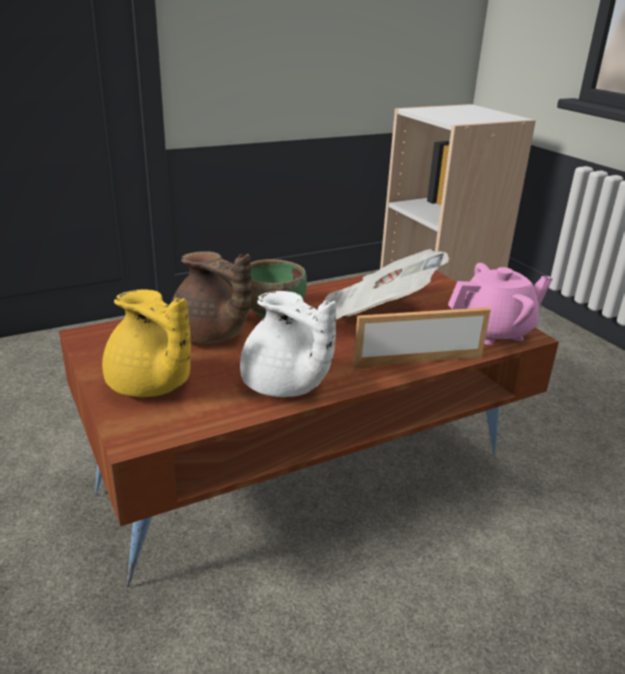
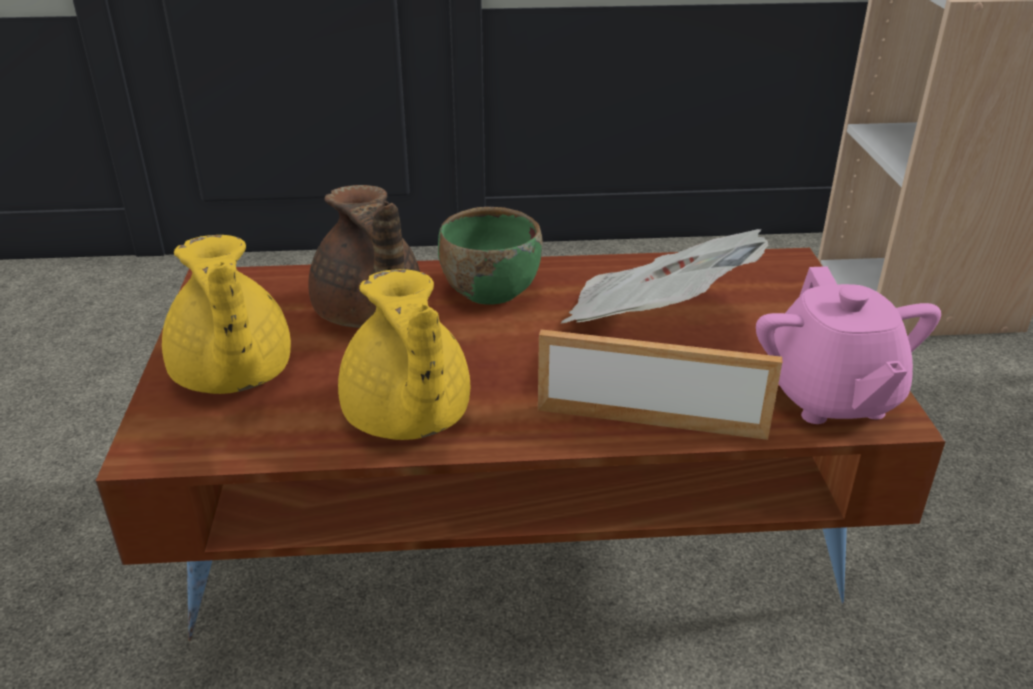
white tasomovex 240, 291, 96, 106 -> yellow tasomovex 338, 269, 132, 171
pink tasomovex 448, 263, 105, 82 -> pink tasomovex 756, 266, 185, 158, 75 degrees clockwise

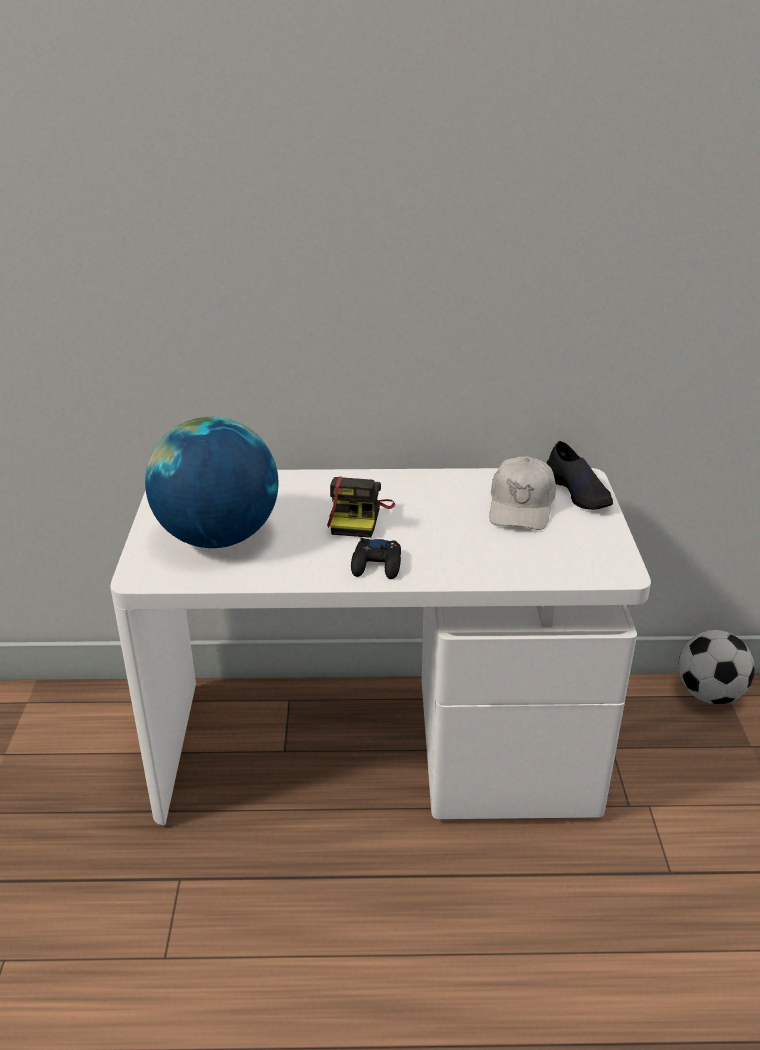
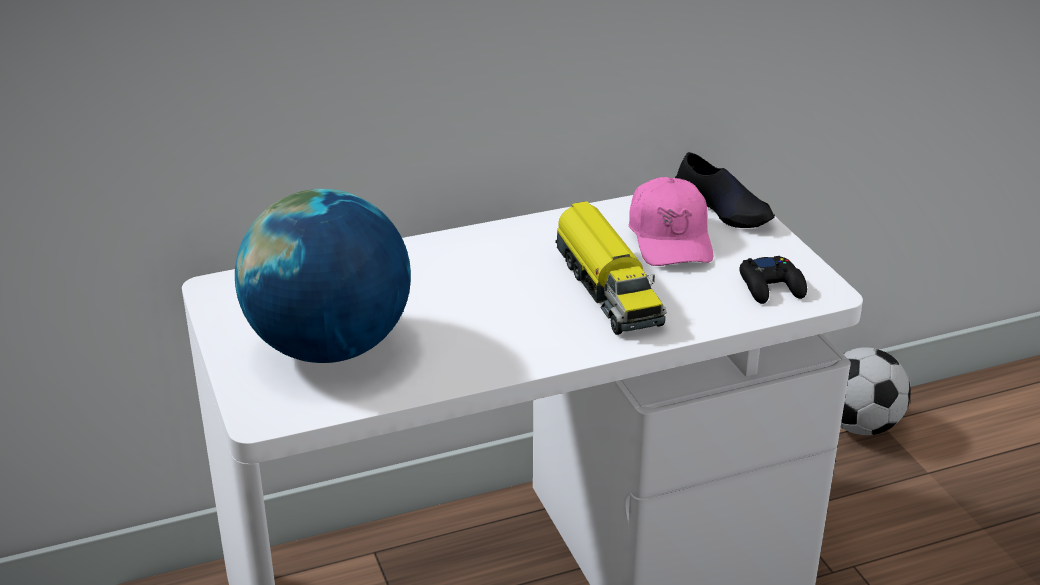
none -> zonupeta 556, 201, 111, 134
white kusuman 489, 456, 67, 74 -> pink kusuman 629, 177, 84, 89
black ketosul 351, 538, 50, 41 -> black ketosul 739, 256, 68, 48, moved
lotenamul 327, 476, 68, 62 -> none

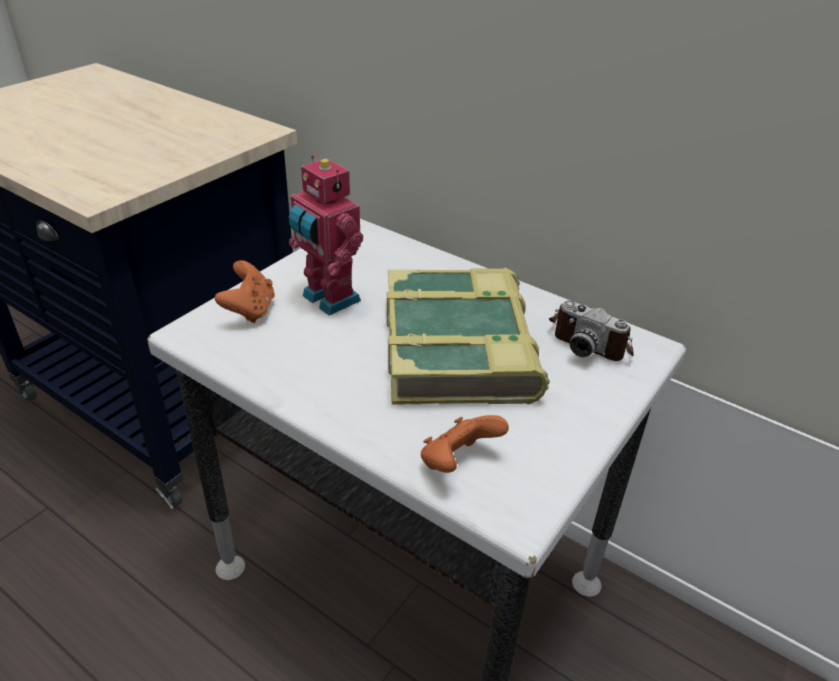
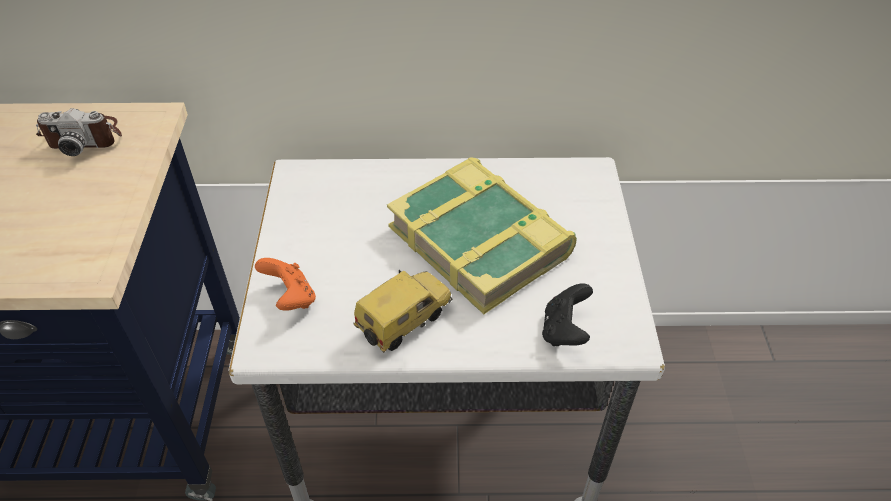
lotenamul 549, 300, 85, 61 -> lotenamul 36, 108, 86, 48, moved
none -> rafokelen 354, 270, 98, 83
orange ketosul 421, 415, 88, 58 -> black ketosul 542, 283, 51, 63
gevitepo 289, 155, 74, 161 -> none

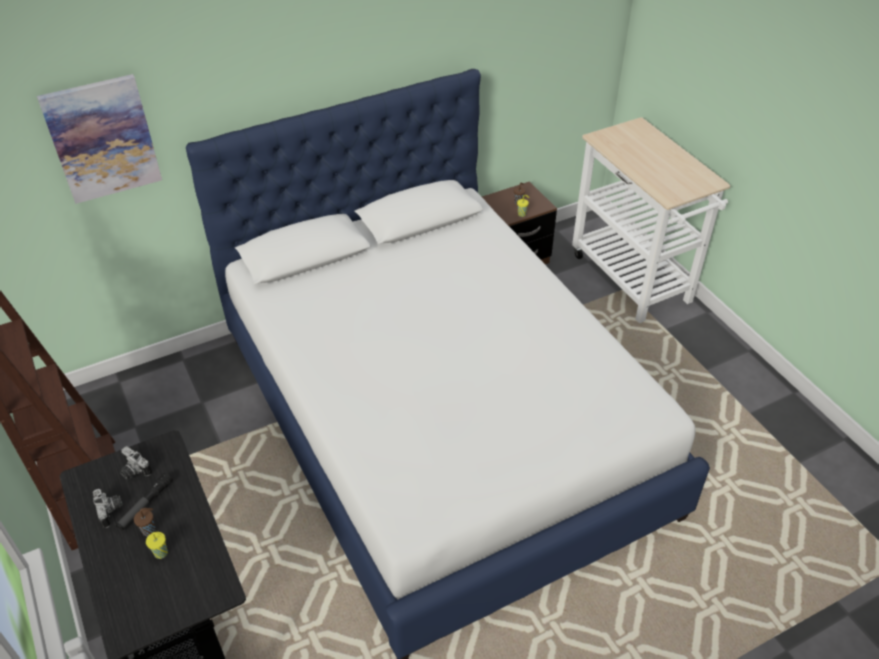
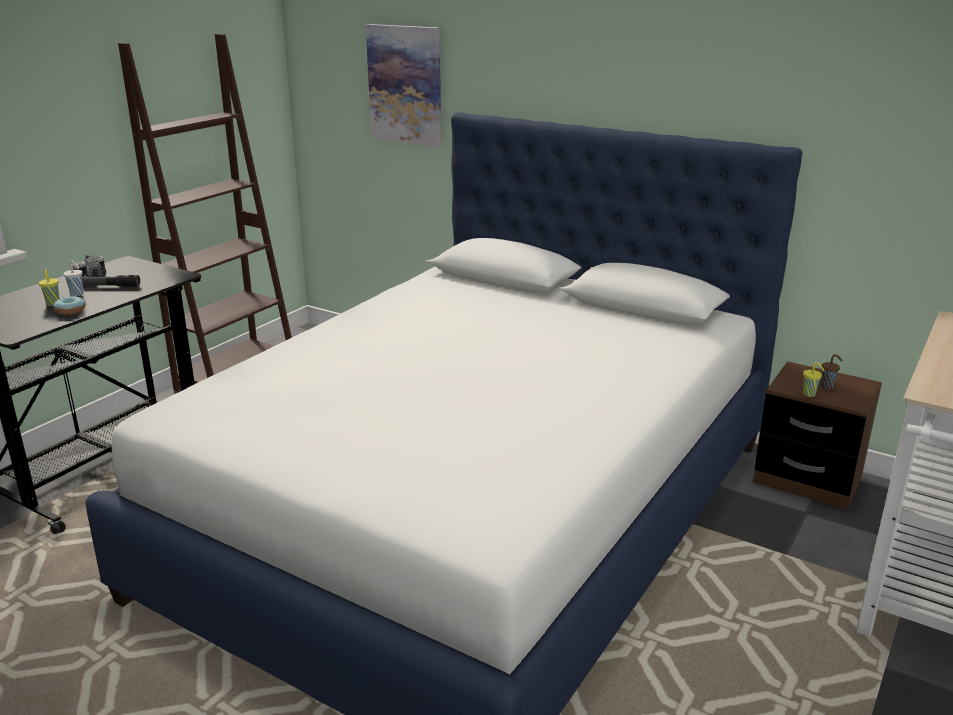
none -> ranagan 53, 296, 32, 19
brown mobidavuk 134, 508, 21, 29 -> white mobidavuk 63, 260, 21, 36
lotenamul 120, 446, 32, 34 -> none

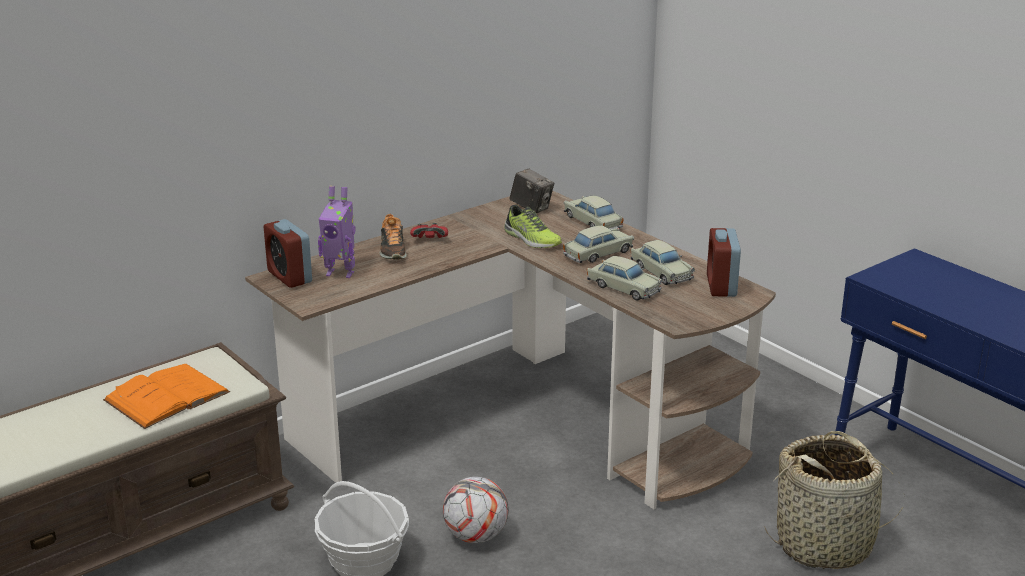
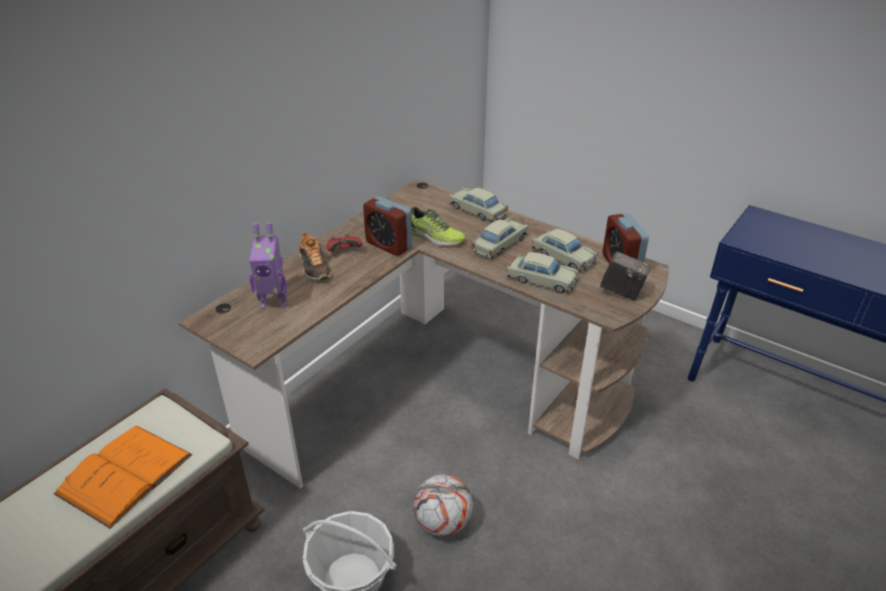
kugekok 264, 219, 48, 69 -> kugekok 363, 196, 49, 60, moved
lotenamul 509, 168, 45, 45 -> lotenamul 600, 251, 50, 50, moved
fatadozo 764, 431, 141, 138 -> none

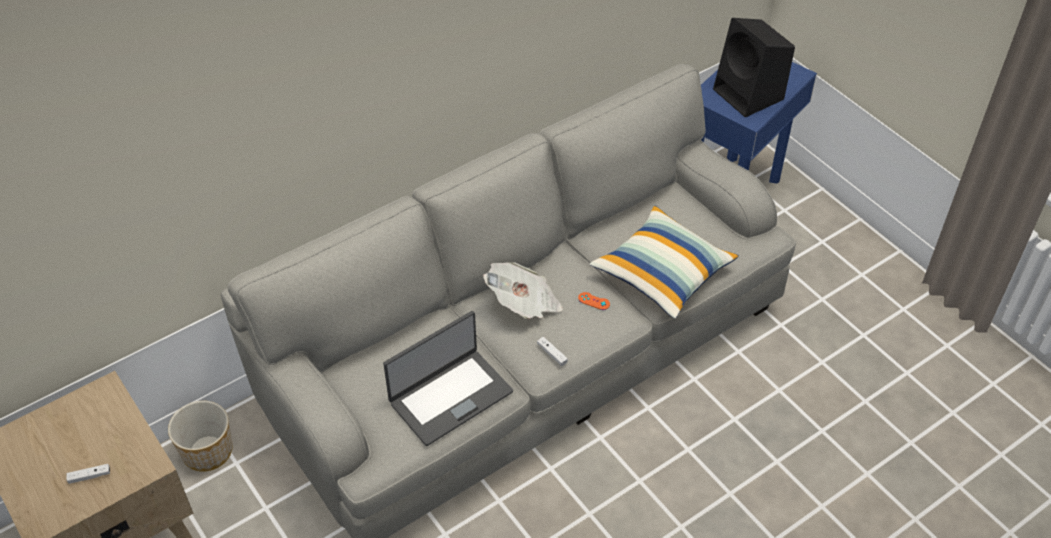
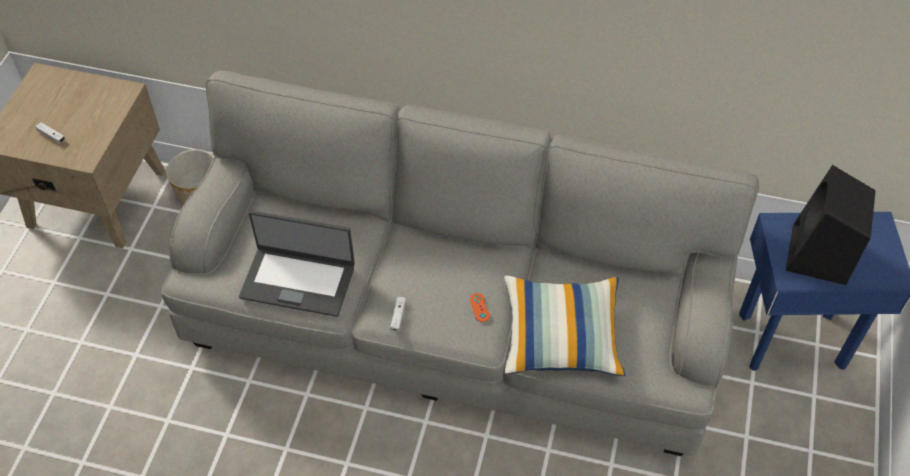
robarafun 483, 262, 80, 57 -> none

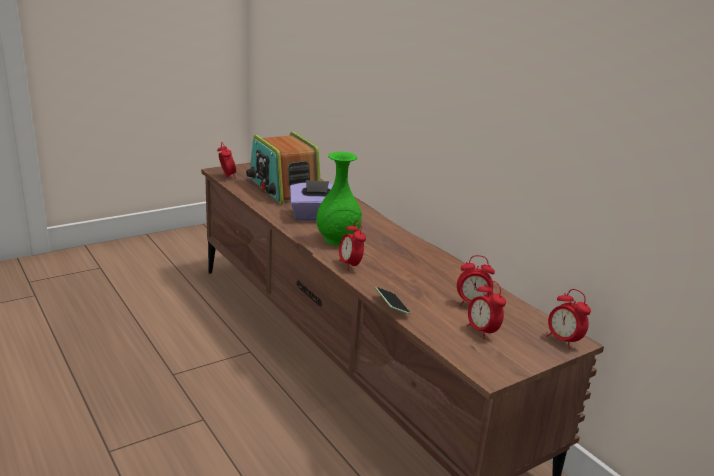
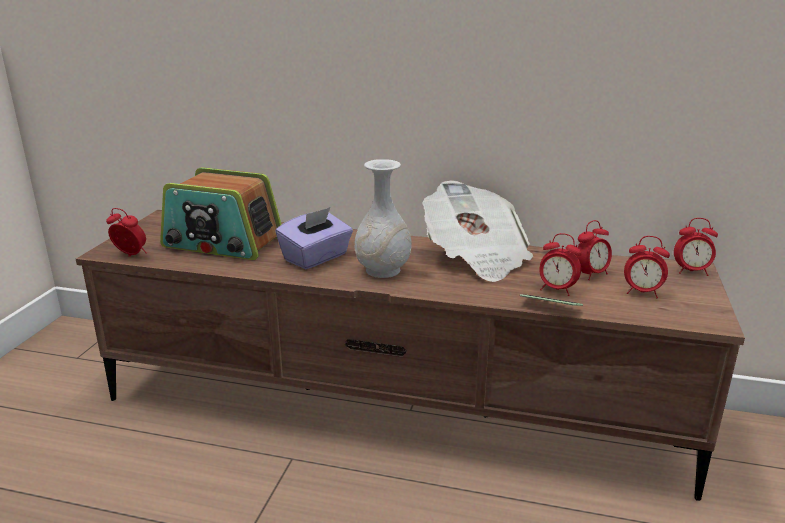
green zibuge 316, 152, 46, 94 -> white zibuge 355, 159, 57, 119
none -> robarafun 422, 181, 111, 101
kugekok 339, 220, 27, 51 -> kugekok 539, 233, 43, 63, moved

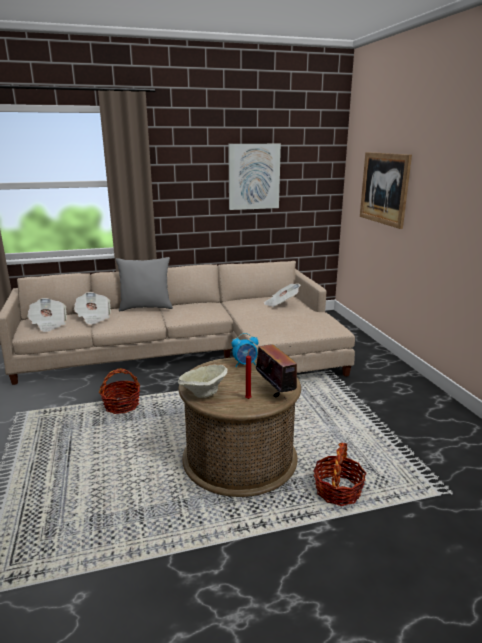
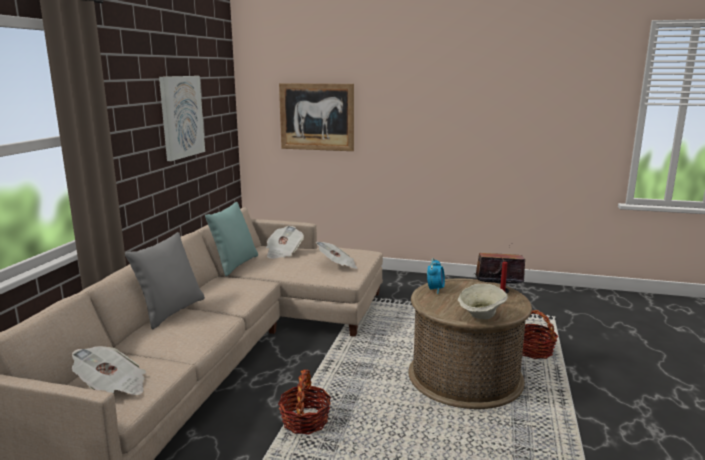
none -> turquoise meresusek 205, 202, 53, 74
robarafun 74, 292, 37, 33 -> robarafun 316, 242, 41, 27, moved

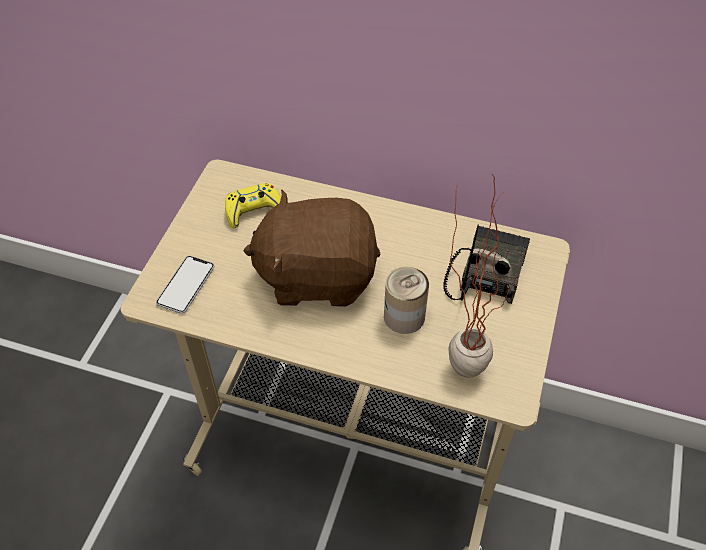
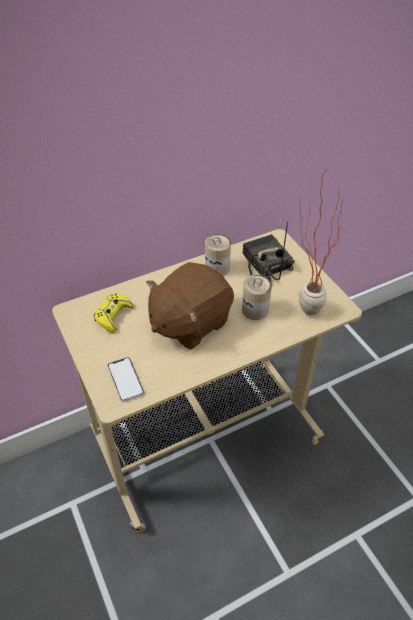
none -> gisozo 205, 234, 26, 42

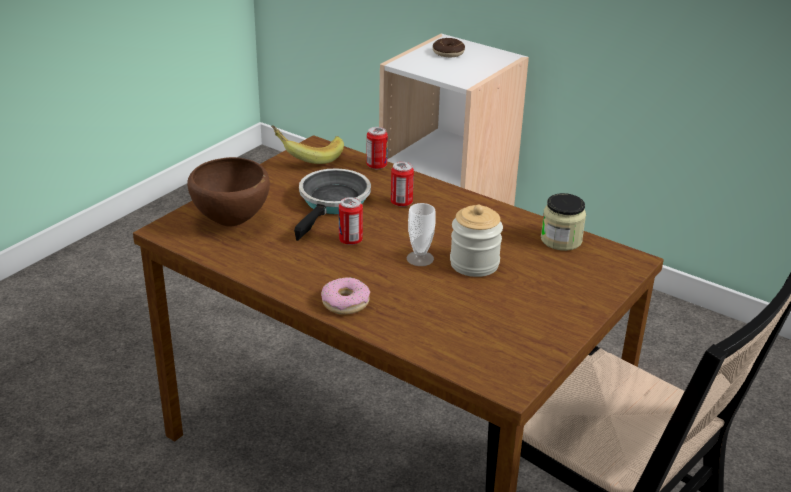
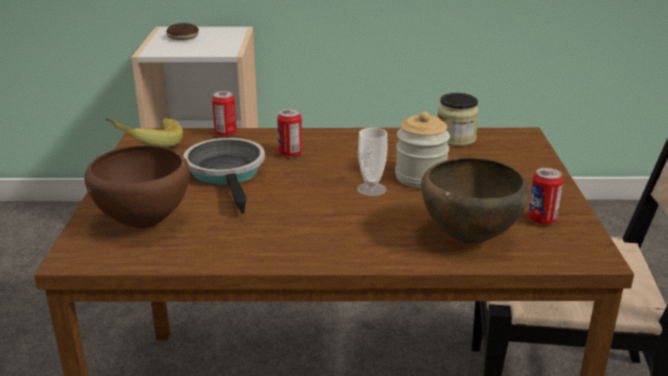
none -> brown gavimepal 421, 158, 108, 85
gisozo 339, 197, 24, 48 -> gisozo 528, 168, 35, 57, moved
ranagan 321, 277, 49, 38 -> none

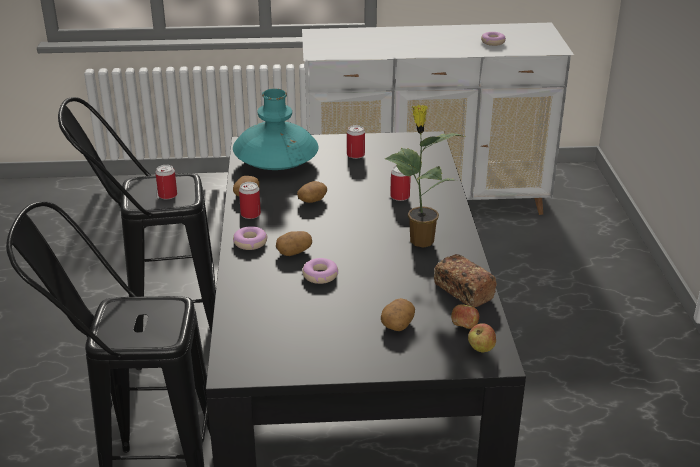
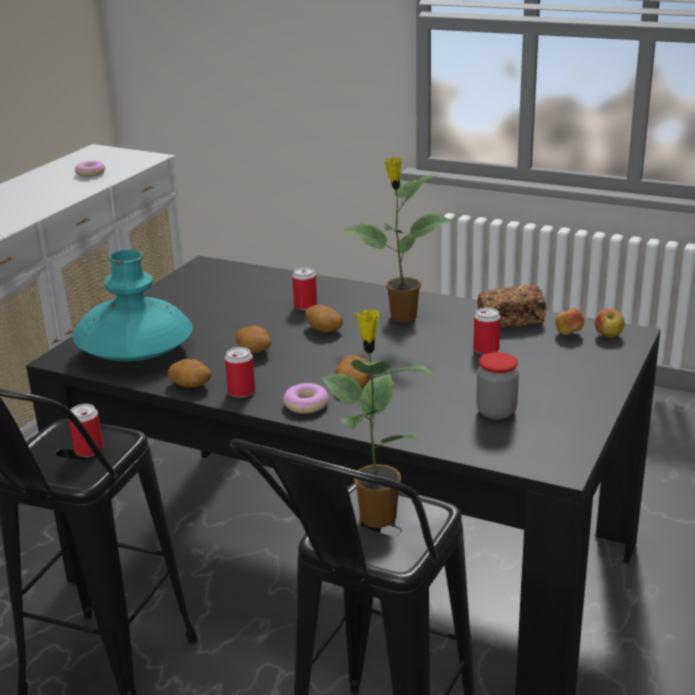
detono 381, 298, 34, 33 -> detono 305, 305, 38, 27, moved
none -> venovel 321, 309, 114, 219
gisozo 347, 125, 18, 34 -> gisozo 473, 307, 28, 48, moved
none -> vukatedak 476, 352, 43, 68
ranagan 302, 258, 36, 26 -> none

